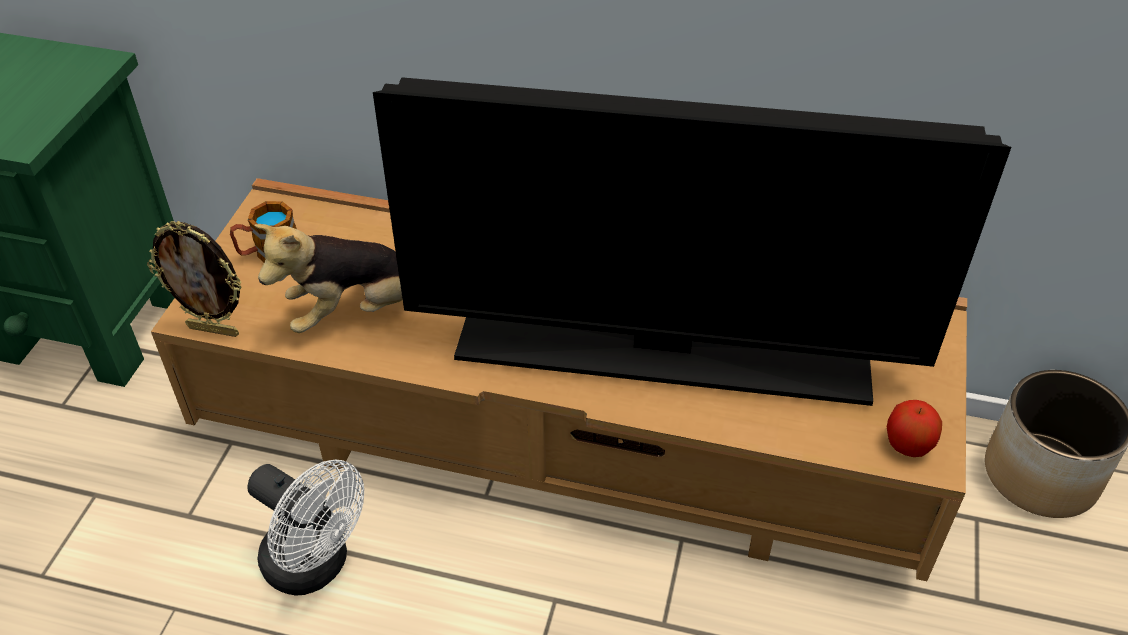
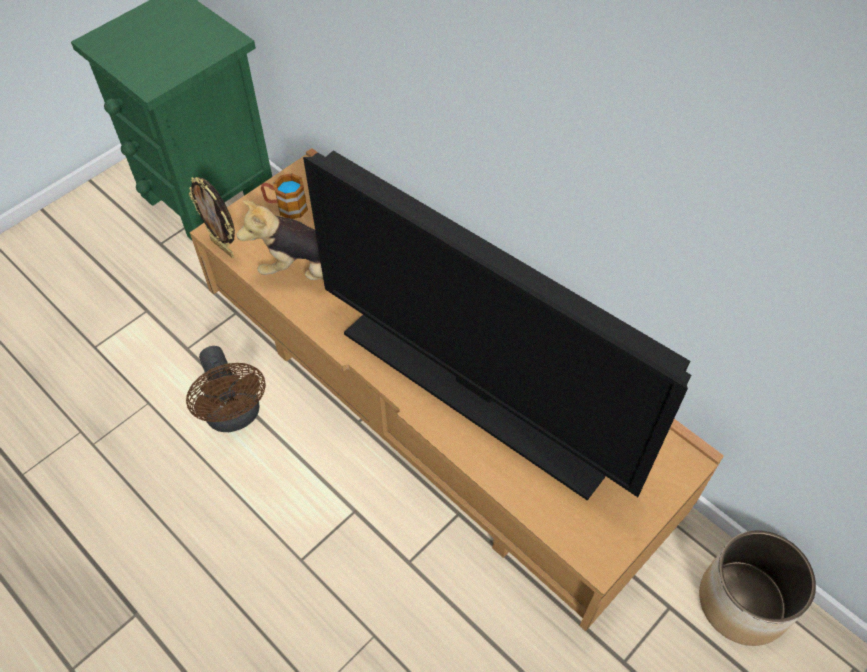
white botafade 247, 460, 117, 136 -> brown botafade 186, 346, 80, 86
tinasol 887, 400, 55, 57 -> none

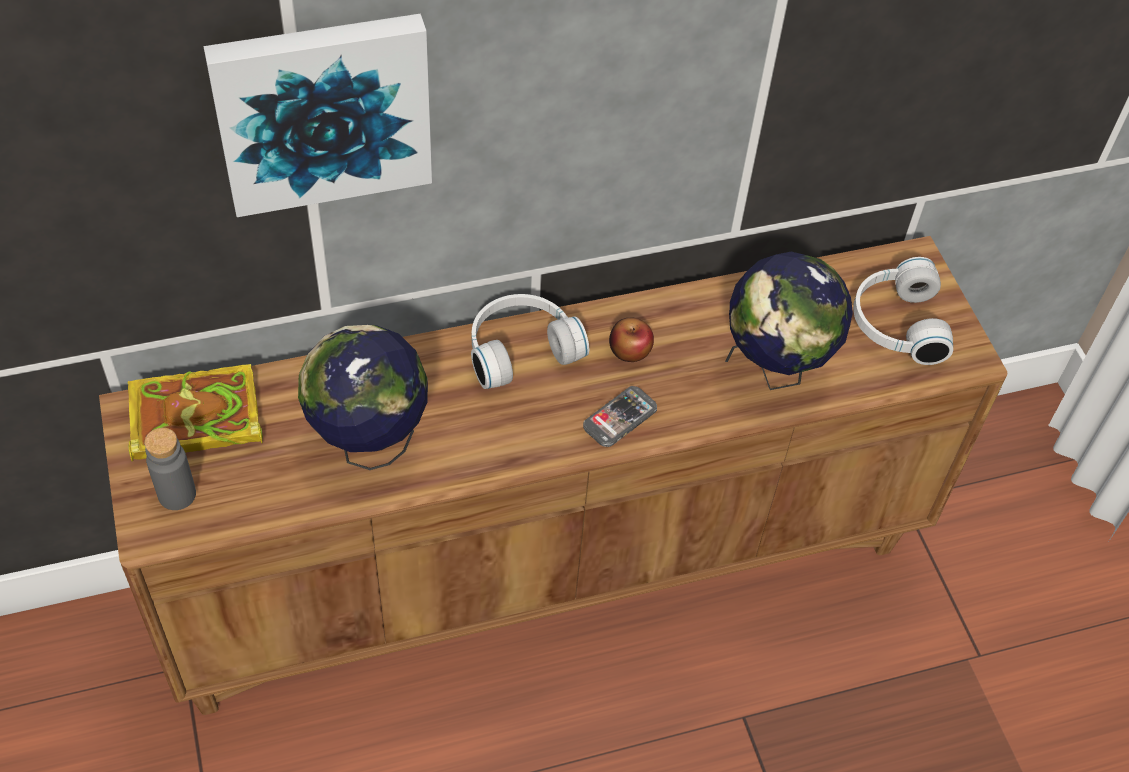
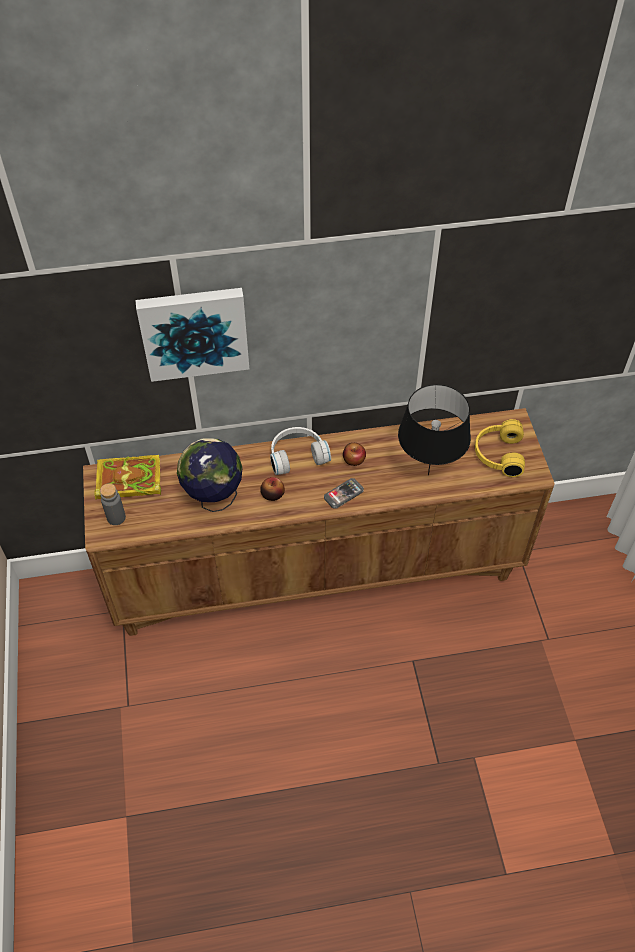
none -> tinasol 260, 477, 25, 24
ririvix 725, 252, 128, 138 -> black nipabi 398, 384, 73, 92
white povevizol 853, 257, 100, 108 -> yellow povevizol 475, 419, 50, 58

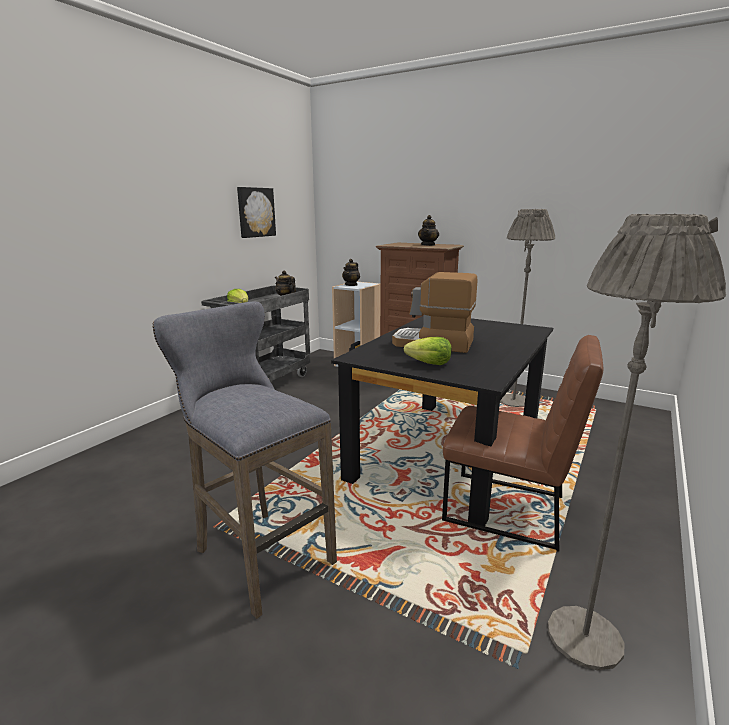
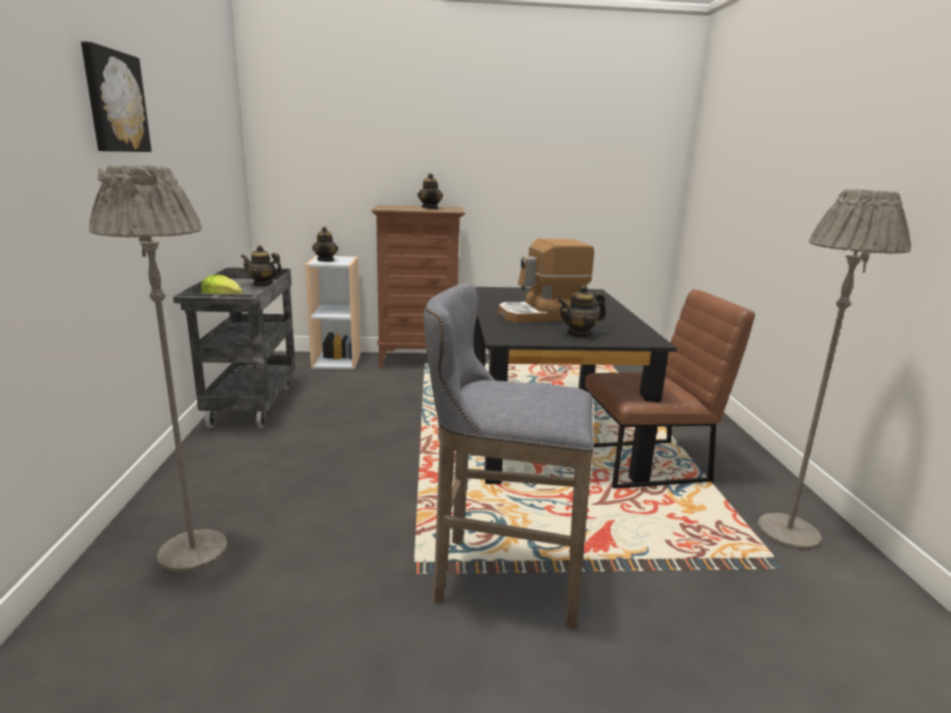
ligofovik 237, 187, 39, 51 -> ligofovik 81, 41, 71, 111, moved
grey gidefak 500, 209, 55, 198 -> grey gidefak 89, 165, 139, 407, moved
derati 404, 337, 48, 28 -> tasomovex 558, 285, 48, 53

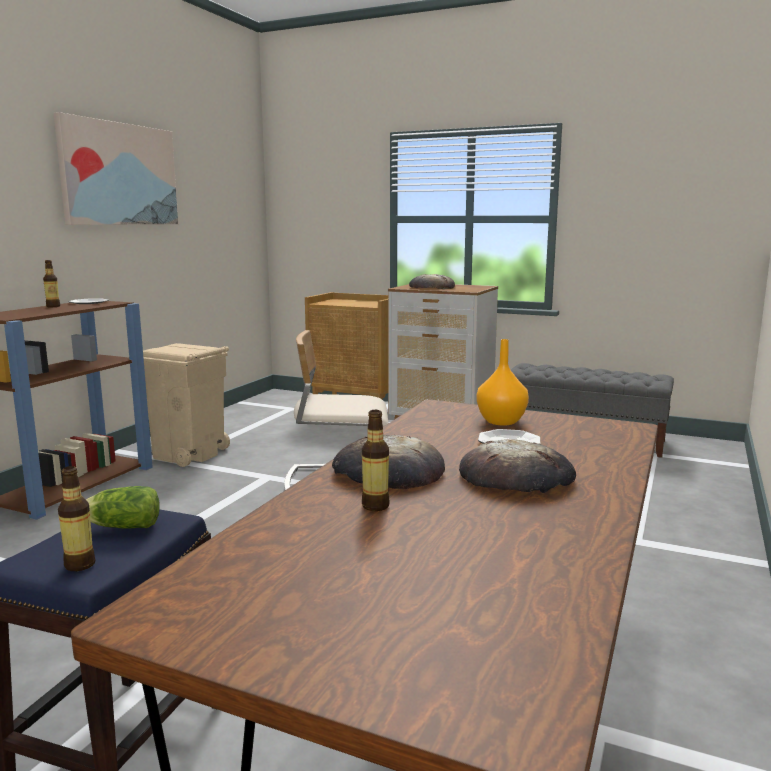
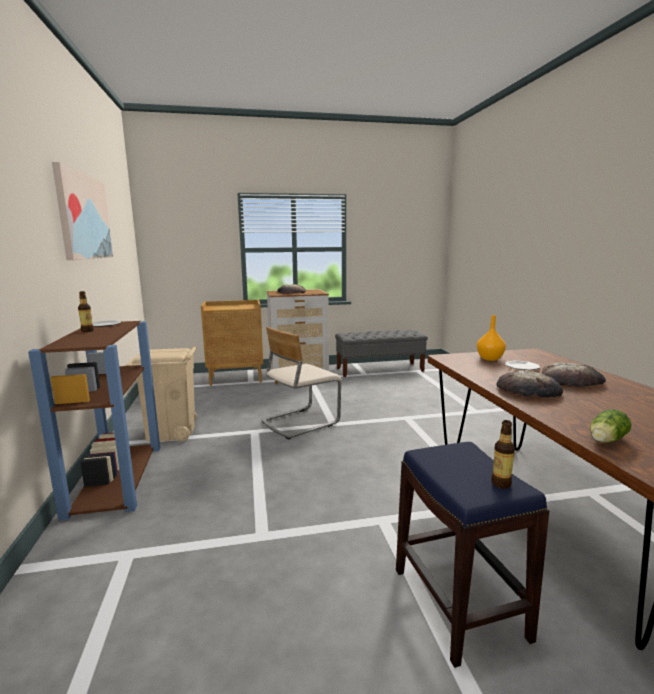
derati 86, 486, 74, 43 -> derati 590, 409, 42, 34, moved
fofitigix 362, 410, 27, 101 -> none

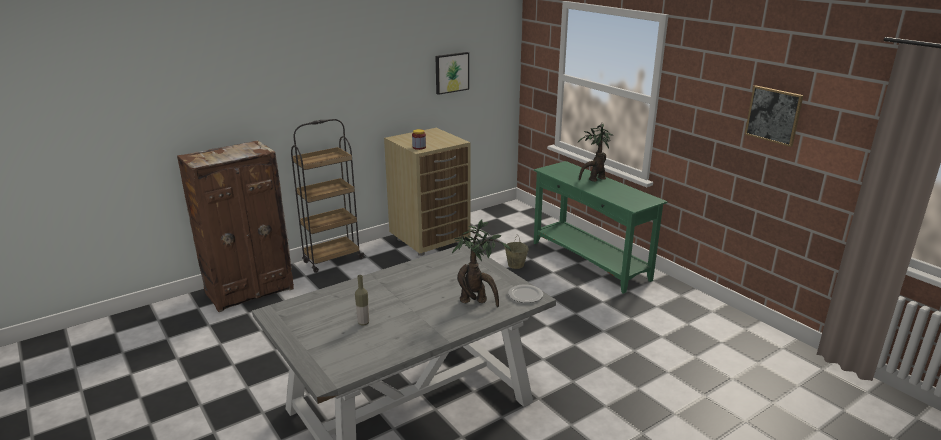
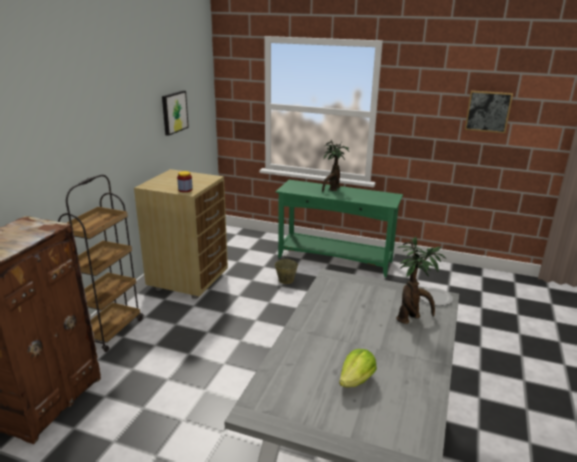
fofitigix 355, 275, 14, 50 -> derati 339, 349, 38, 39

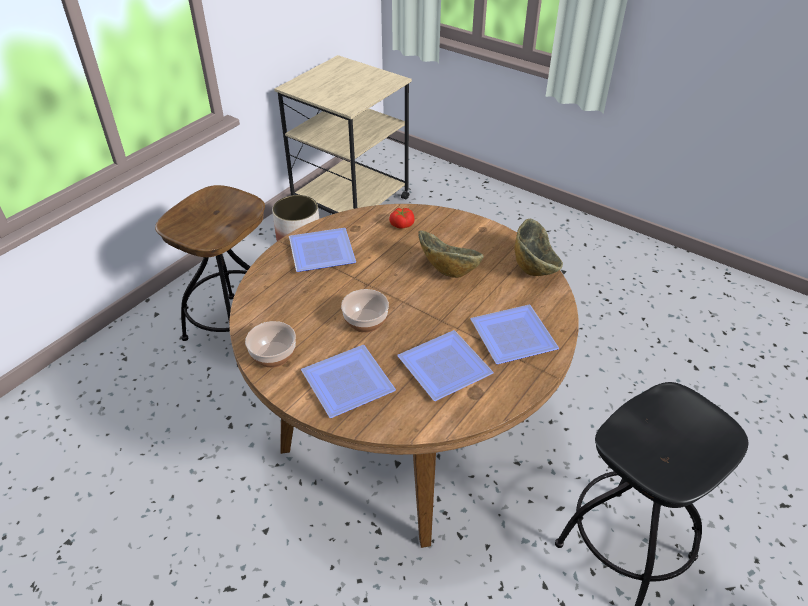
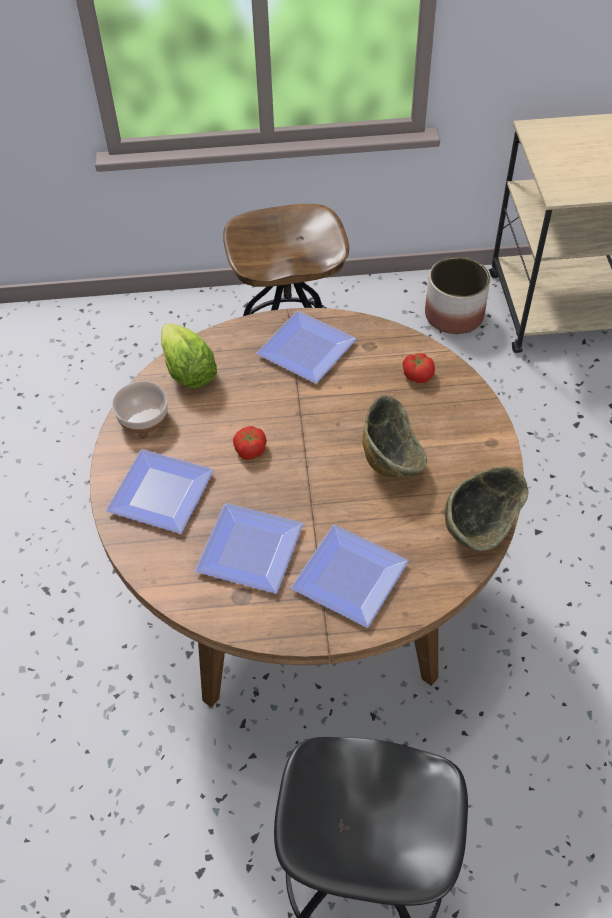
none -> derati 161, 323, 56, 66
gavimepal 341, 289, 48, 44 -> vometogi 233, 426, 34, 34

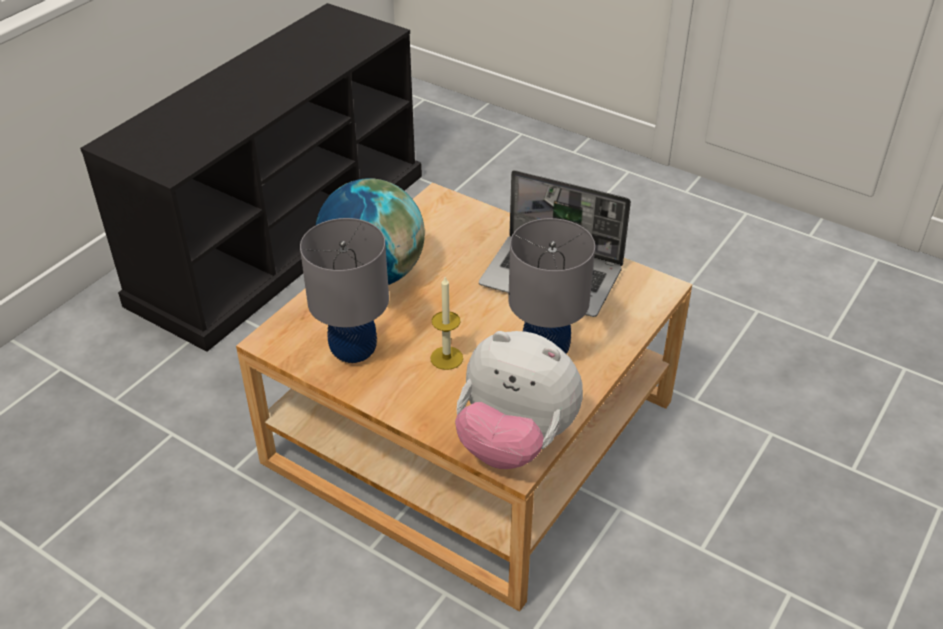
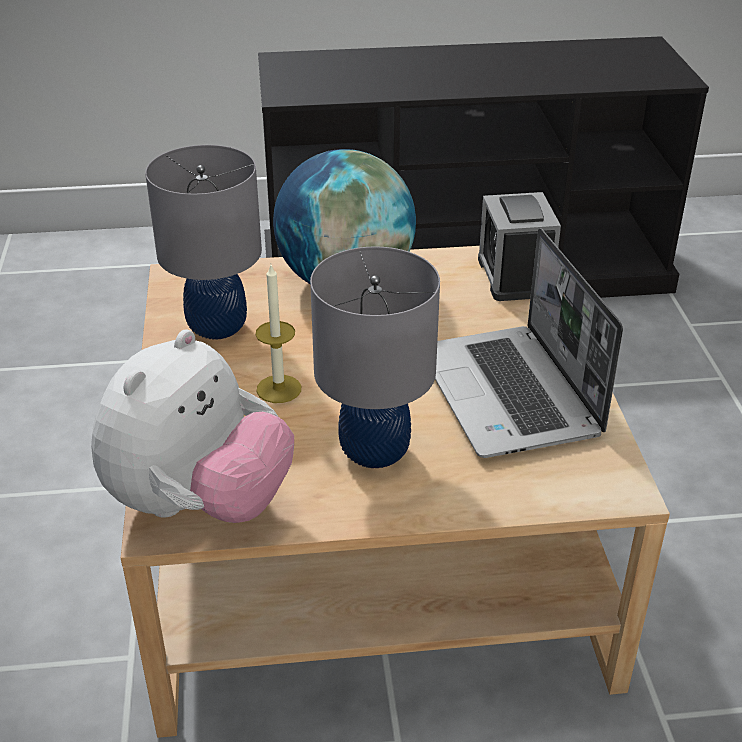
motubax 455, 331, 128, 138 -> motubax 91, 329, 203, 194, 135 degrees counterclockwise
none -> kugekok 478, 192, 83, 109

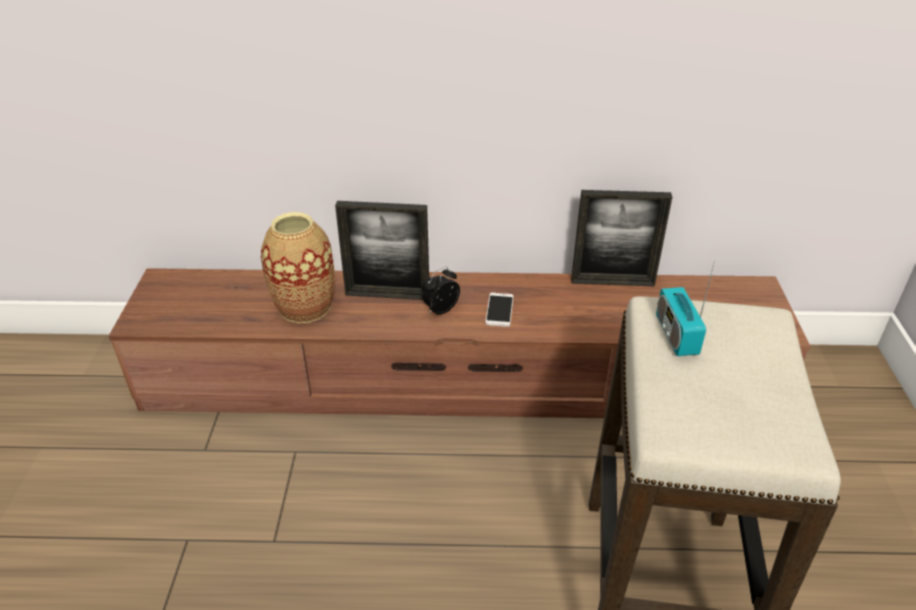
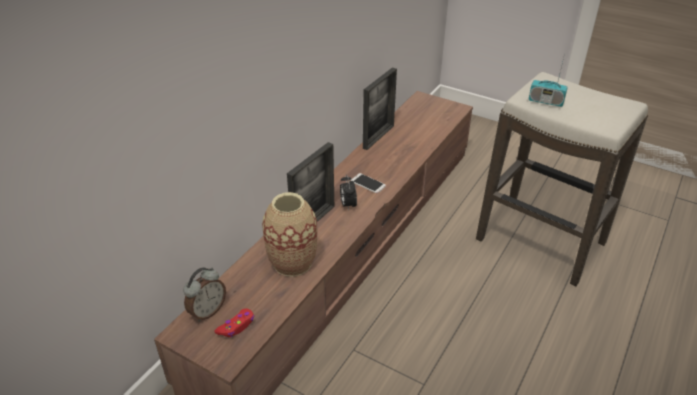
none -> kugekok 183, 267, 43, 55
none -> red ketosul 214, 309, 40, 28

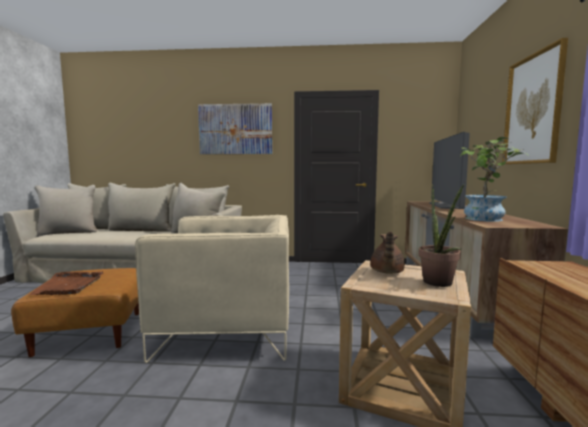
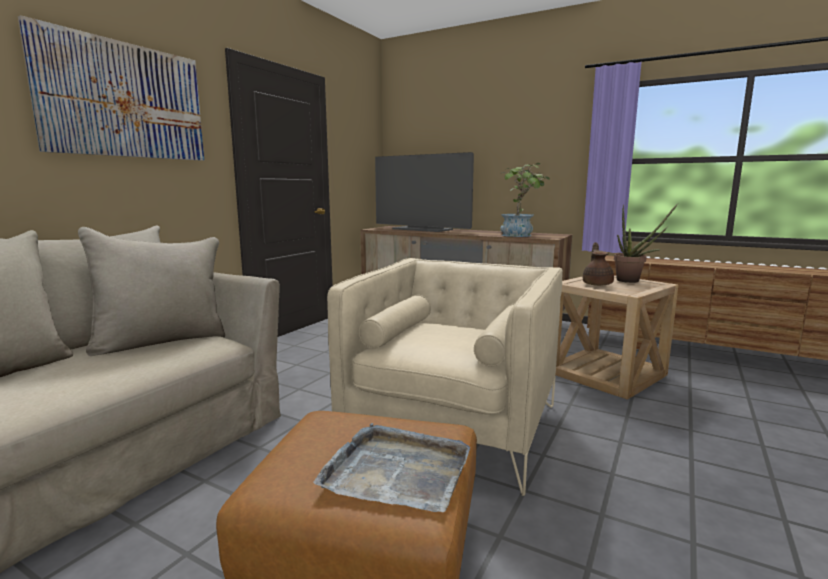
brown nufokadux 29, 271, 75, 24 -> grey nufokadux 314, 423, 156, 89
brown tasomovex 370, 232, 35, 42 -> brown tasomovex 583, 242, 31, 44, 120 degrees counterclockwise
ligofovik 502, 38, 66, 126 -> none

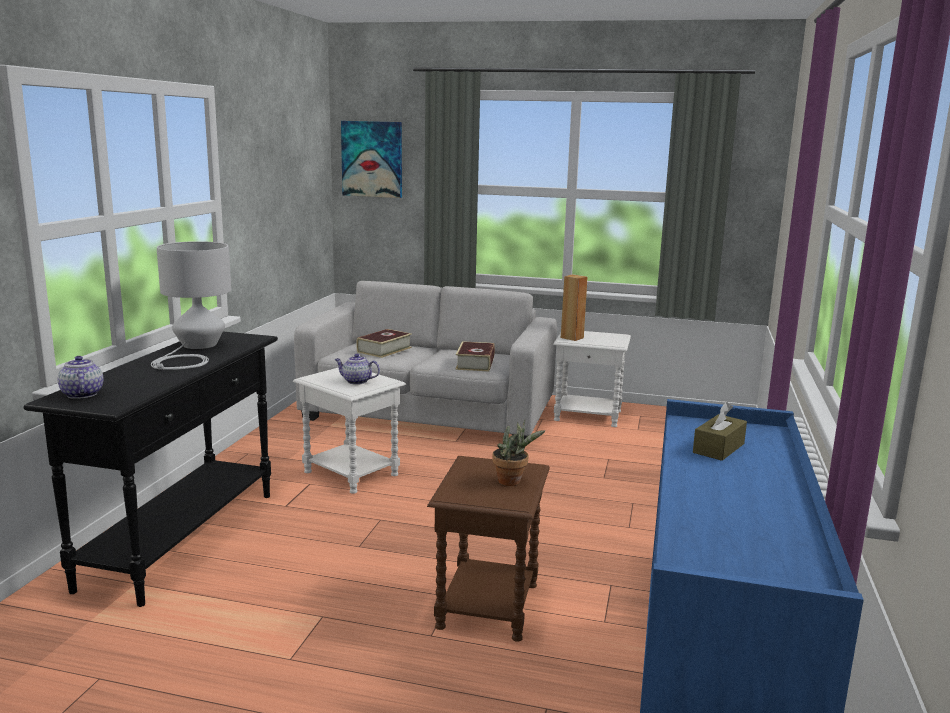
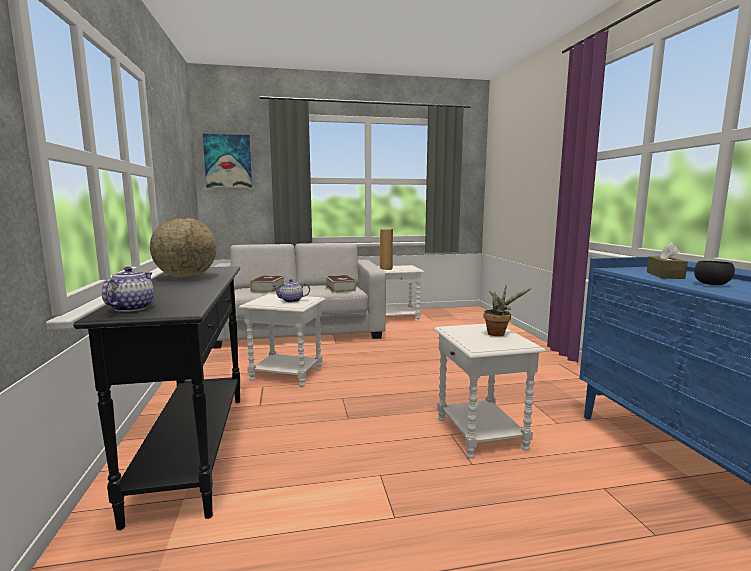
tasomovex 58, 356, 46, 43 -> tasomovex 102, 266, 52, 46, 60 degrees clockwise
grey nipabi 151, 241, 80, 129 -> ririvix 150, 217, 66, 61
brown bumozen 427, 456, 123, 186 -> white bumozen 434, 324, 112, 135
none -> black gavimepal 694, 261, 41, 24

